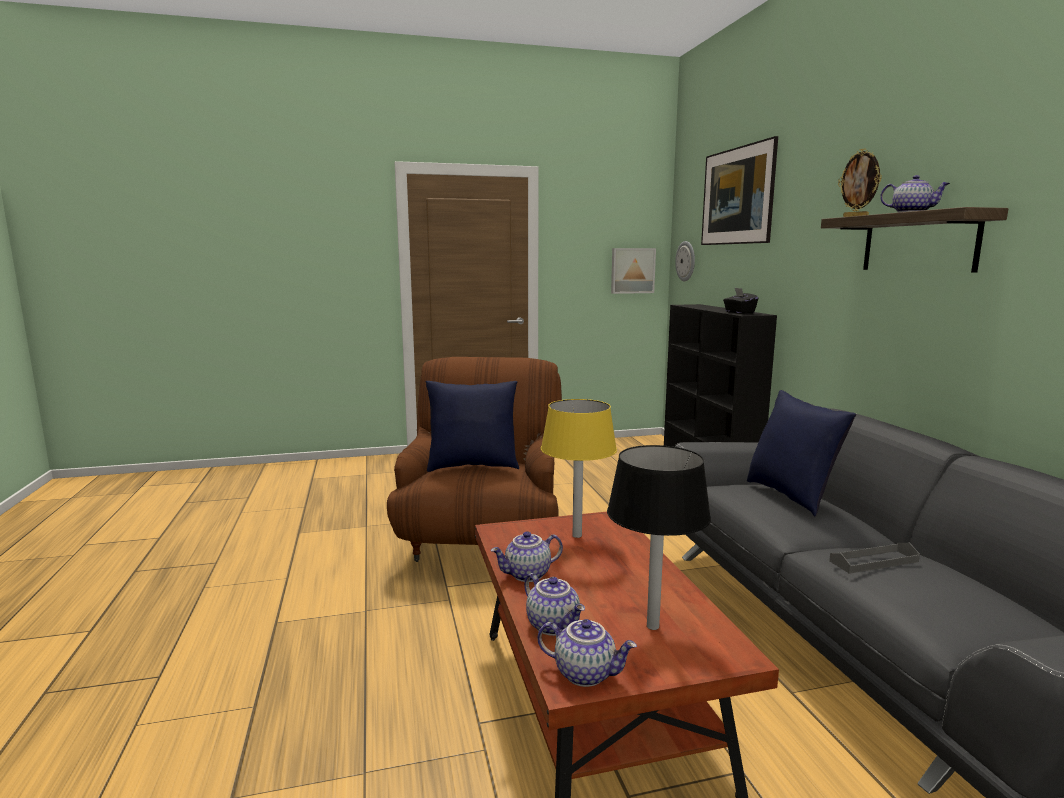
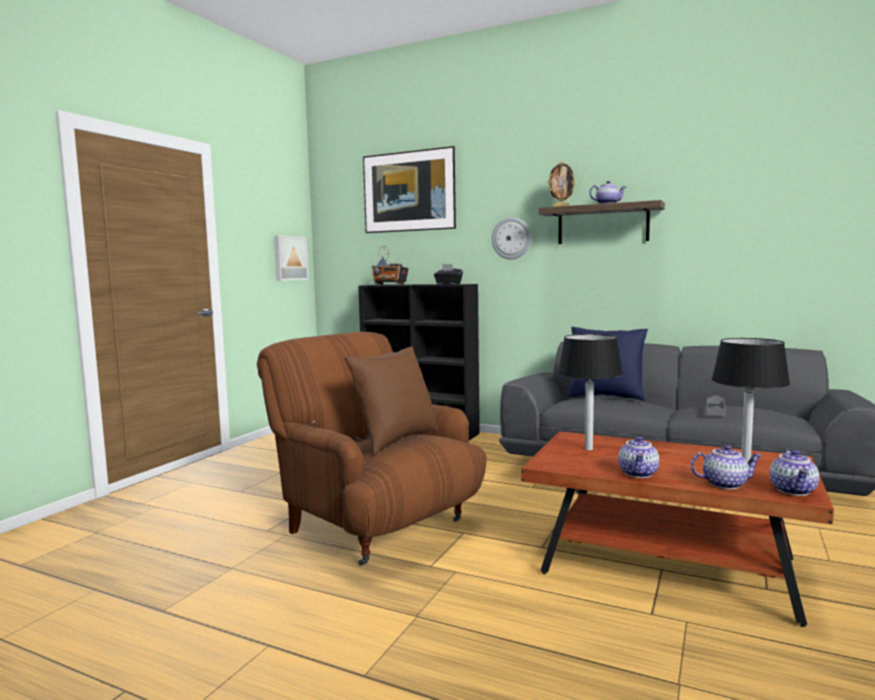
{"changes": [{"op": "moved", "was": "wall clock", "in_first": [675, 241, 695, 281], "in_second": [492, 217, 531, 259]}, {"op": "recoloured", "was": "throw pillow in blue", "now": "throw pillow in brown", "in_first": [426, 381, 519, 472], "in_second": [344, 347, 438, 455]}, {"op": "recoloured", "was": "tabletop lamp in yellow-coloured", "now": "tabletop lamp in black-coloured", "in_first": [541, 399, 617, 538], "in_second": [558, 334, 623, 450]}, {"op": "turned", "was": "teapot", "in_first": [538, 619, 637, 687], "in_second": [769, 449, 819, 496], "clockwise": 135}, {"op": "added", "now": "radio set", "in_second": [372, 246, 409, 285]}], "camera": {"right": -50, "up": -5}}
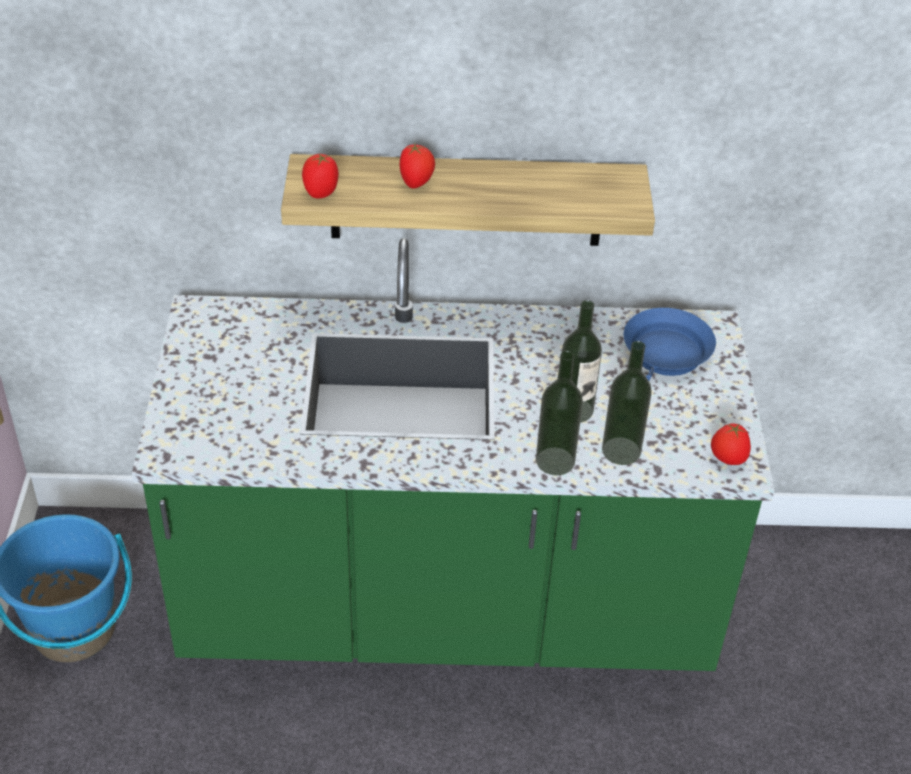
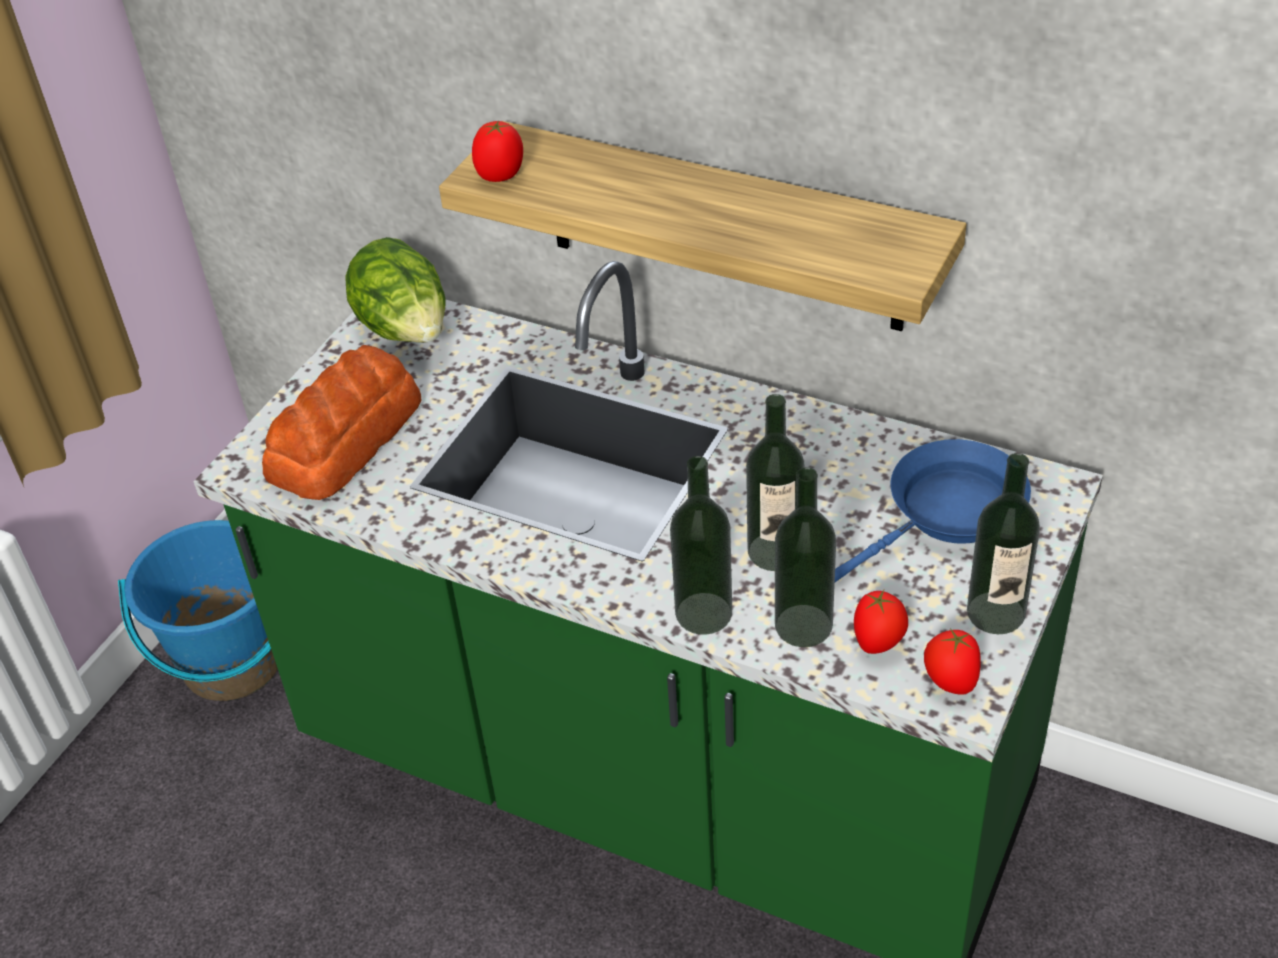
{"changes": [{"op": "moved", "was": "whole tomato", "in_first": [400, 144, 435, 188], "in_second": [854, 590, 908, 654]}, {"op": "added", "now": "head of lettuce", "in_second": [345, 237, 446, 343]}, {"op": "added", "now": "baked bread", "in_second": [262, 345, 422, 500]}, {"op": "added", "now": "beverage bottle", "in_second": [967, 453, 1040, 634]}], "camera": {"right": 30, "up": 0}}
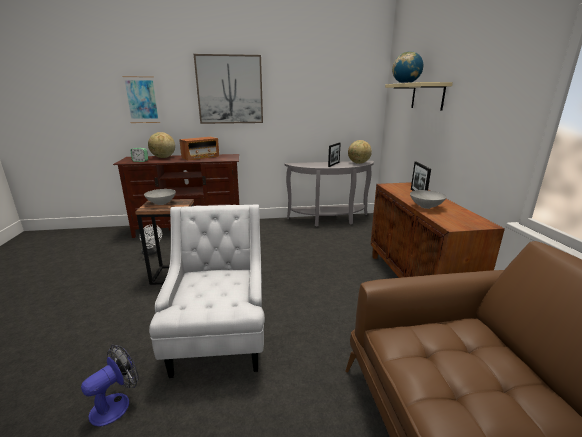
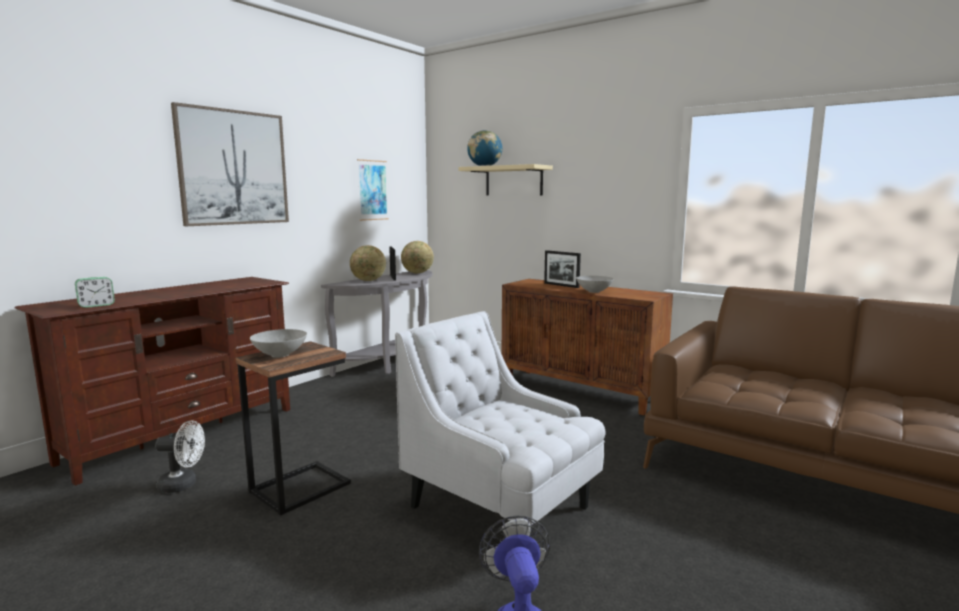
{"changes": [{"op": "moved", "was": "wall picture", "in_first": [123, 76, 160, 123], "in_second": [357, 159, 389, 221]}, {"op": "moved", "was": "world globe", "in_first": [148, 132, 175, 158], "in_second": [350, 245, 386, 281]}, {"op": "removed", "was": "radio set", "in_first": [179, 137, 219, 161]}], "camera": {"right": -45, "up": -10}}
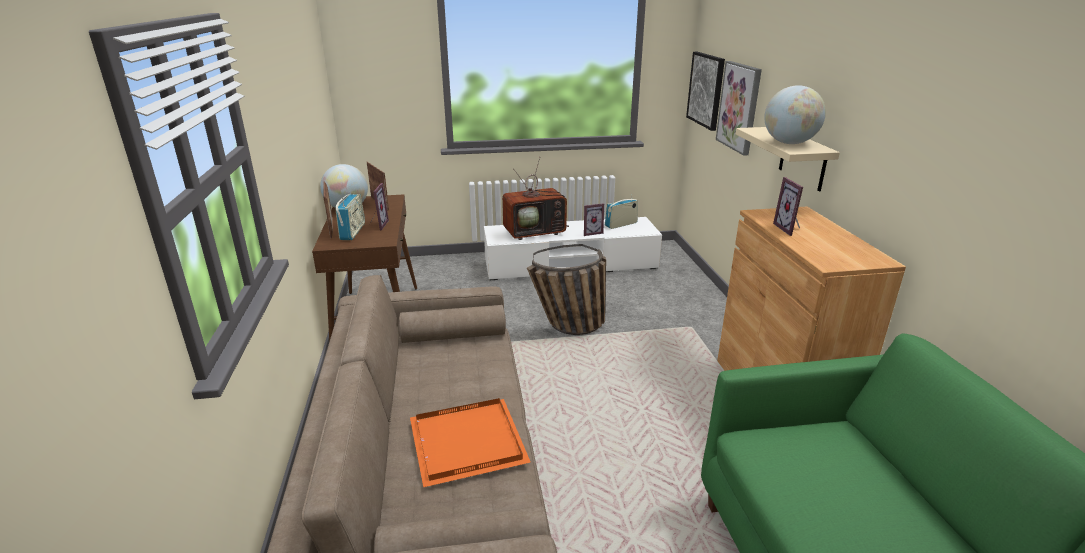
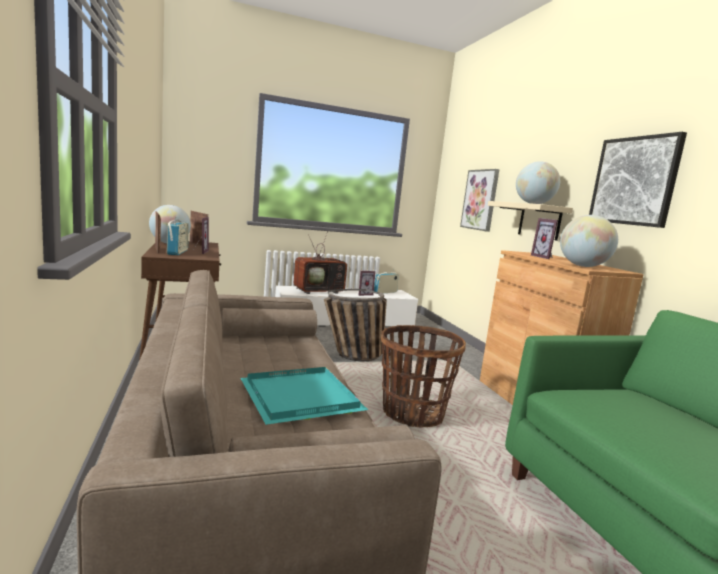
{"changes": [{"op": "moved", "was": "wall picture", "in_first": [686, 52, 725, 131], "in_second": [589, 132, 687, 228]}, {"op": "recoloured", "was": "carrying tray in orangey", "now": "carrying tray in turquoise", "in_first": [410, 398, 531, 487], "in_second": [240, 367, 368, 425]}, {"op": "added", "now": "world globe", "in_second": [560, 215, 618, 267]}, {"op": "added", "now": "storage basket", "in_second": [381, 325, 466, 428]}], "camera": {"right": -10, "up": -15}}
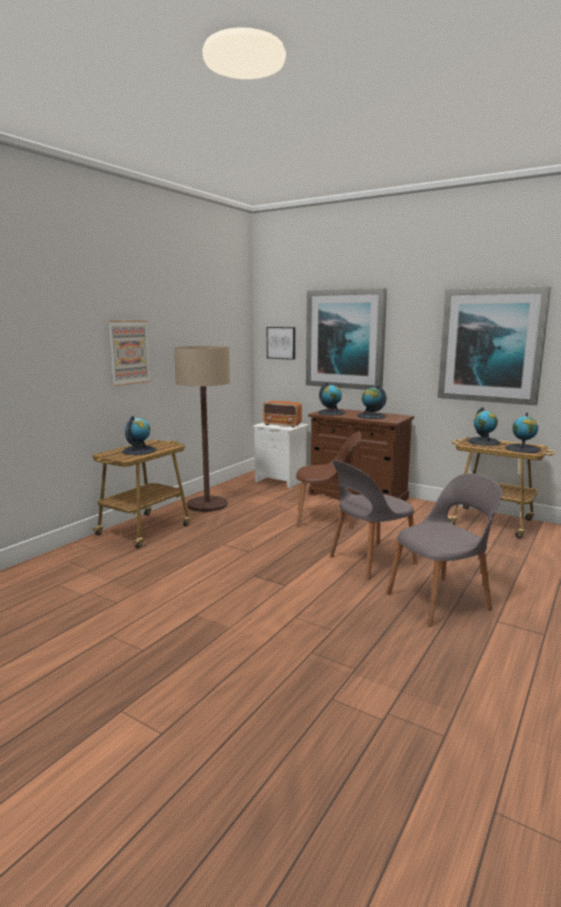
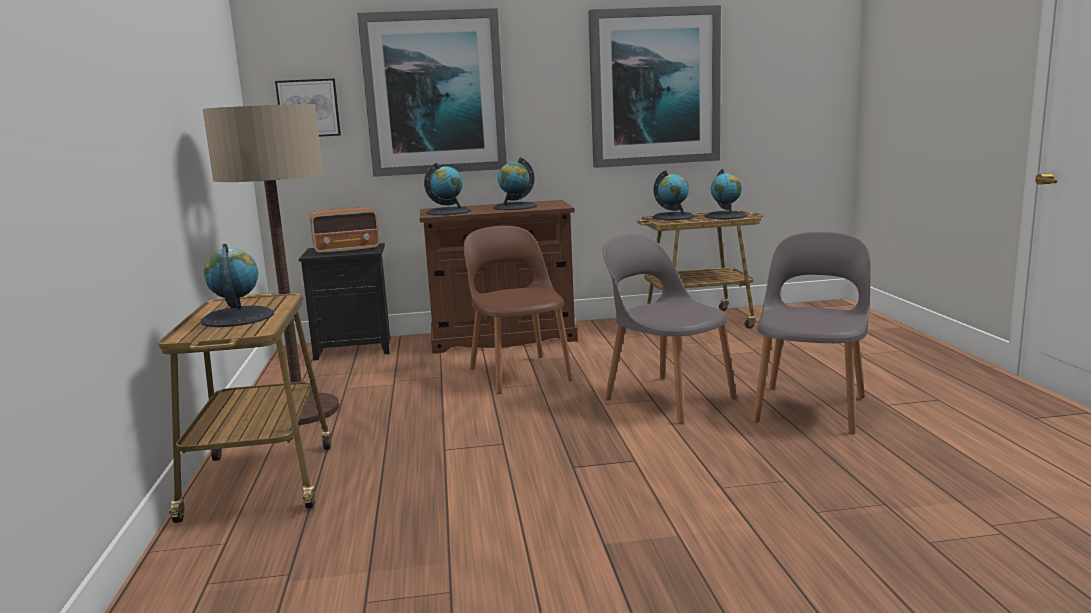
{"changes": [{"op": "removed", "was": "wall picture", "in_first": [108, 321, 151, 386]}, {"op": "recoloured", "was": "nightstand in white-coloured", "now": "nightstand in black-coloured", "in_first": [253, 423, 309, 488], "in_second": [299, 243, 390, 361]}, {"op": "turned", "was": "upright chair in brown", "in_first": [296, 432, 361, 529], "in_second": [464, 226, 574, 394], "clockwise": -75}, {"op": "turned", "was": "upright chair in gray", "in_first": [330, 461, 418, 580], "in_second": [602, 234, 737, 424], "clockwise": 120}], "camera": {"right": -40, "up": 0}}
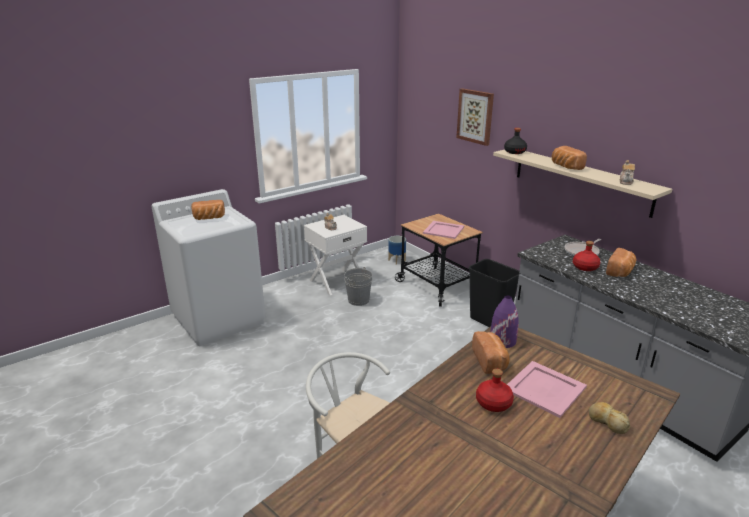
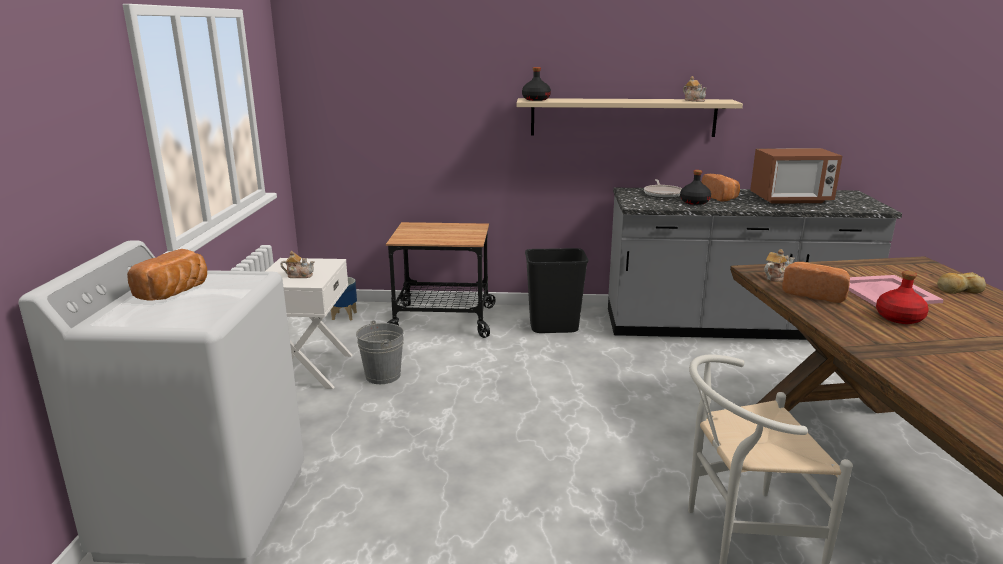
{"changes": [{"op": "removed", "was": "wall picture", "in_first": [456, 88, 494, 146]}, {"op": "removed", "was": "baked bread", "in_first": [552, 146, 587, 170]}, {"op": "removed", "was": "carrying tray in pinkish", "in_first": [423, 221, 464, 239]}, {"op": "recoloured", "was": "beverage bottle in red", "now": "beverage bottle in black-coloured", "in_first": [573, 241, 600, 271], "in_second": [680, 170, 711, 205]}, {"op": "replaced", "was": "decorative vase in purple", "now": "teapot", "in_first": [490, 296, 519, 348], "in_second": [764, 249, 795, 281]}, {"op": "added", "now": "kitchen microwave", "in_second": [750, 148, 842, 204]}], "camera": {"right": -50, "up": -5}}
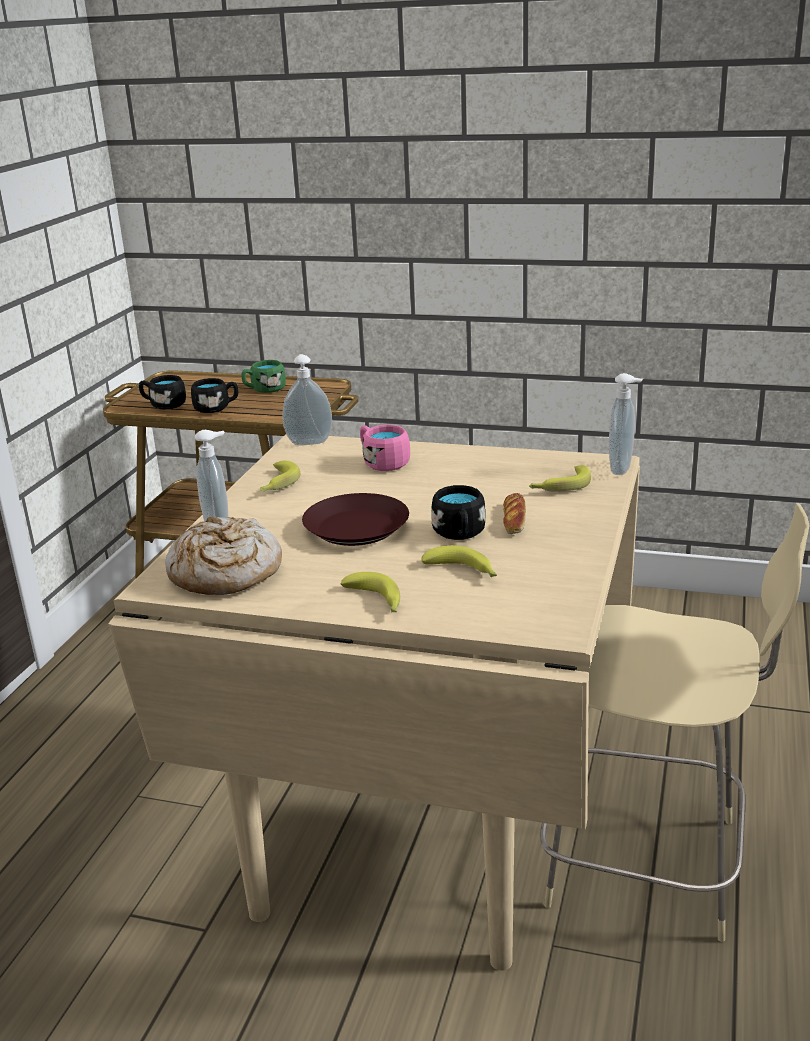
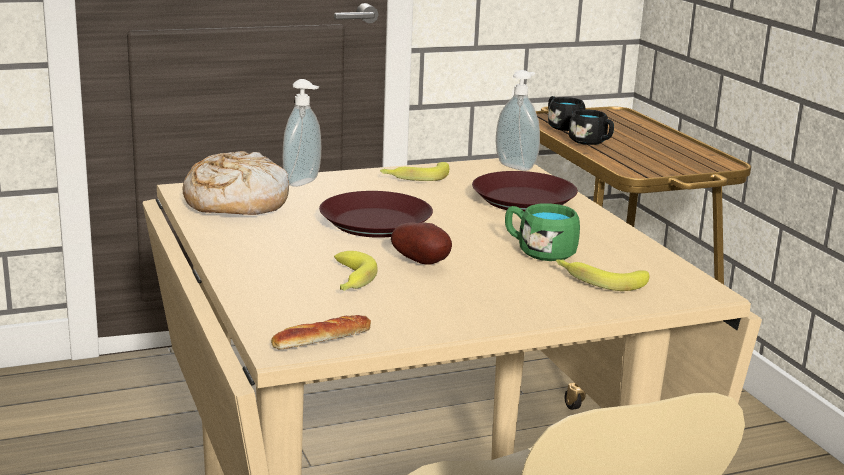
{"changes": [{"op": "moved", "was": "coffee mug in green", "in_first": [241, 360, 286, 393], "in_second": [505, 203, 580, 261]}, {"op": "removed", "was": "liquid soap bottle", "in_first": [609, 373, 643, 475]}, {"op": "replaced", "was": "coffee mug in pinkish", "now": "plate in brown", "in_first": [360, 425, 410, 471], "in_second": [472, 171, 578, 211]}, {"op": "replaced", "was": "coffee mug in black-coloured", "now": "whole potato", "in_first": [431, 485, 486, 540], "in_second": [391, 222, 452, 265]}, {"op": "moved", "was": "baked bread", "in_first": [503, 493, 526, 534], "in_second": [271, 315, 371, 349]}, {"op": "removed", "was": "whole banana", "in_first": [340, 572, 400, 613]}], "camera": {"right": 50, "up": -5}}
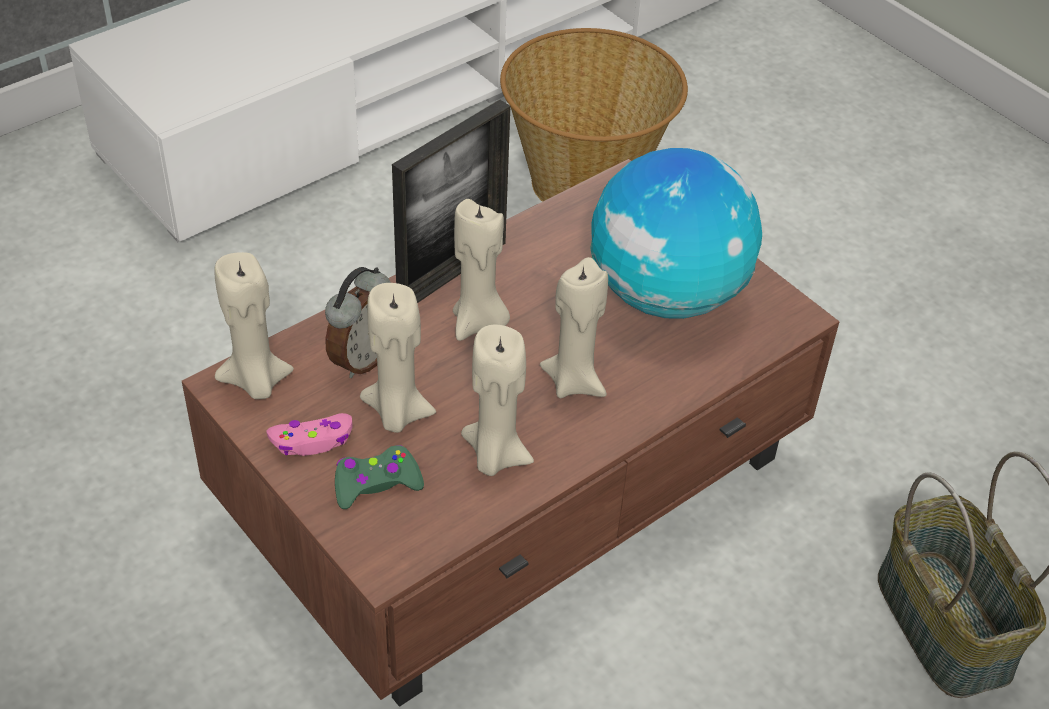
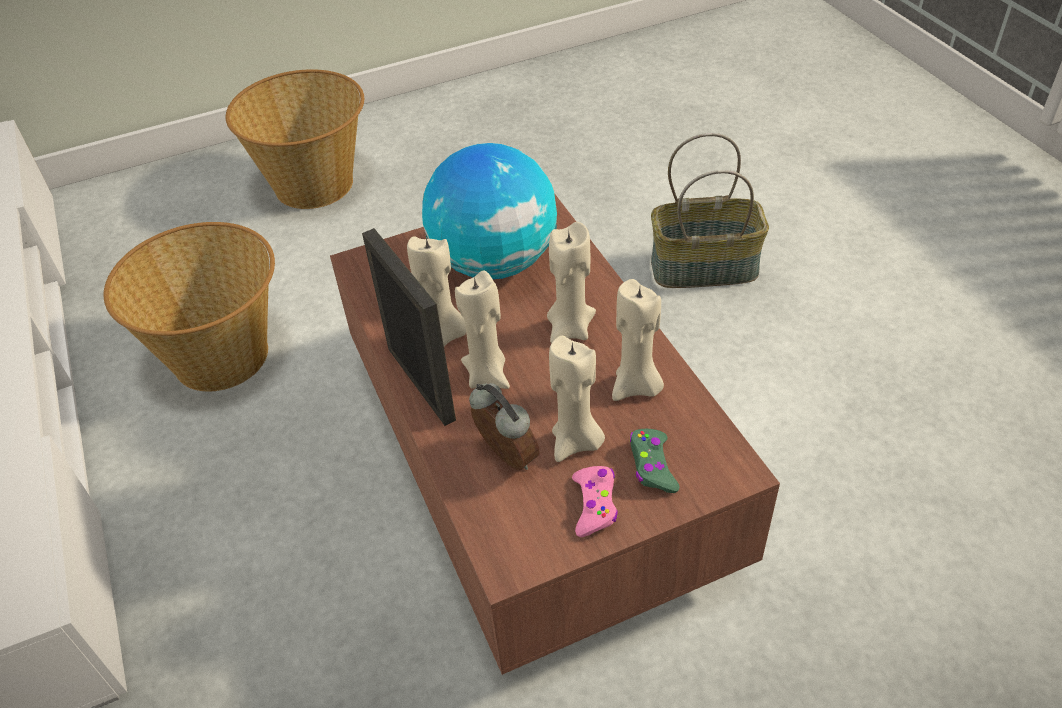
{"changes": [{"op": "moved", "was": "wax candle in sand-coloured", "in_first": [214, 252, 294, 399], "in_second": [407, 236, 466, 346]}, {"op": "added", "now": "storage basket", "in_second": [226, 69, 364, 209]}], "camera": {"right": -70, "up": 0}}
